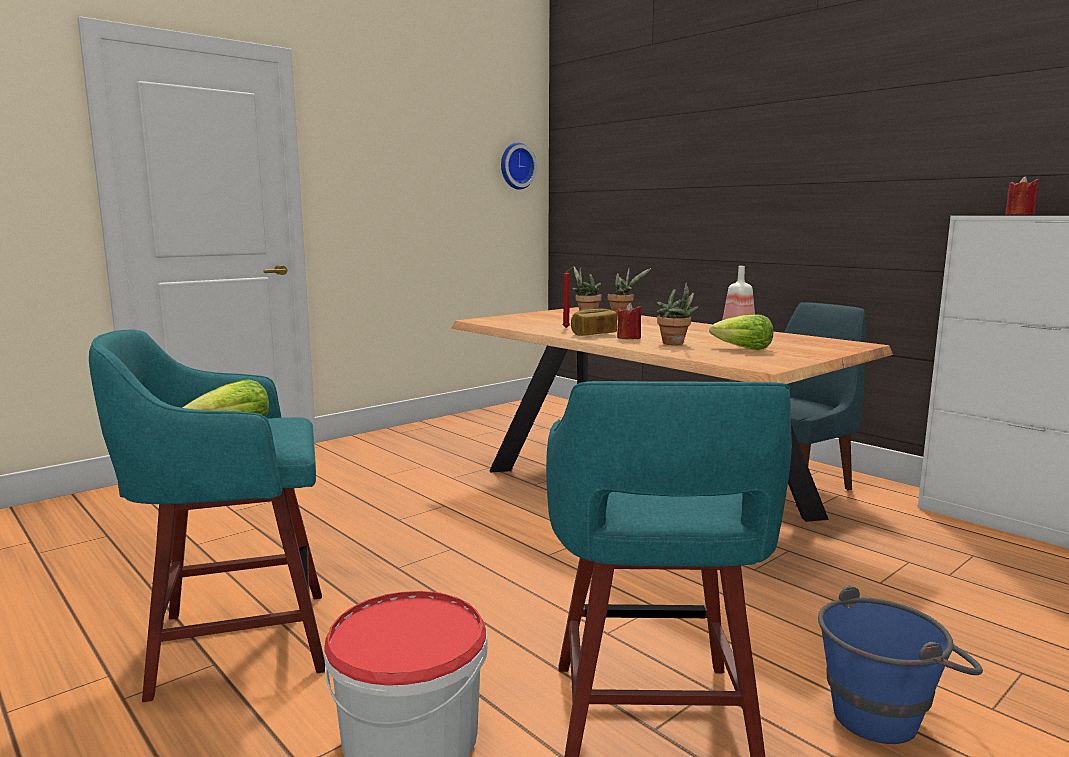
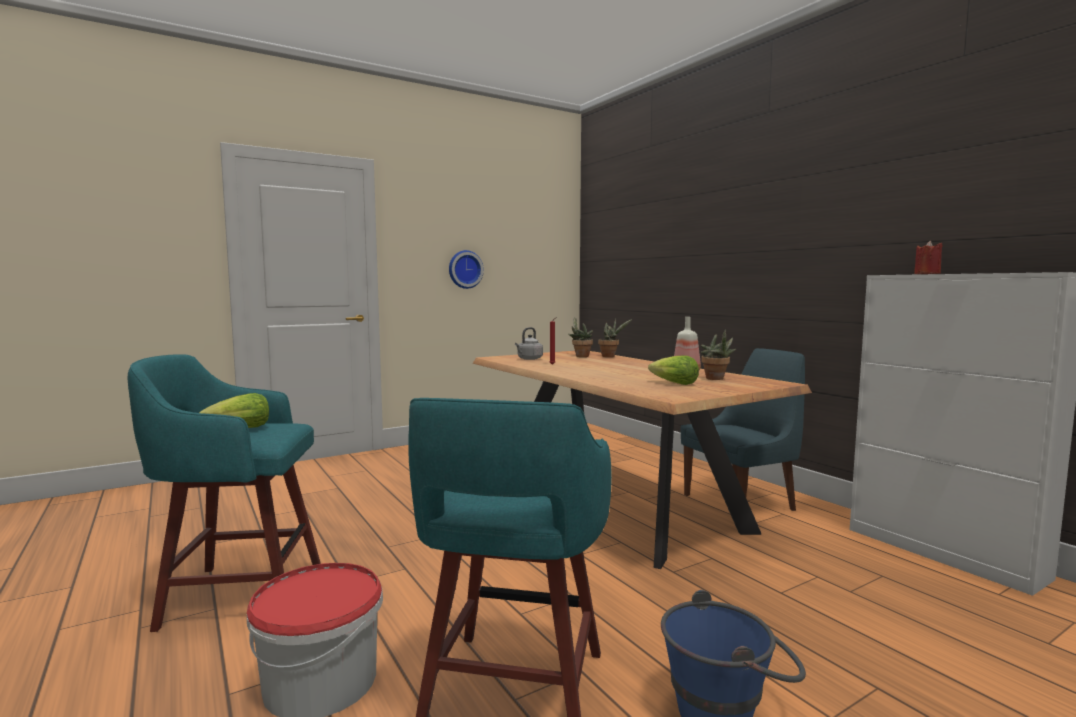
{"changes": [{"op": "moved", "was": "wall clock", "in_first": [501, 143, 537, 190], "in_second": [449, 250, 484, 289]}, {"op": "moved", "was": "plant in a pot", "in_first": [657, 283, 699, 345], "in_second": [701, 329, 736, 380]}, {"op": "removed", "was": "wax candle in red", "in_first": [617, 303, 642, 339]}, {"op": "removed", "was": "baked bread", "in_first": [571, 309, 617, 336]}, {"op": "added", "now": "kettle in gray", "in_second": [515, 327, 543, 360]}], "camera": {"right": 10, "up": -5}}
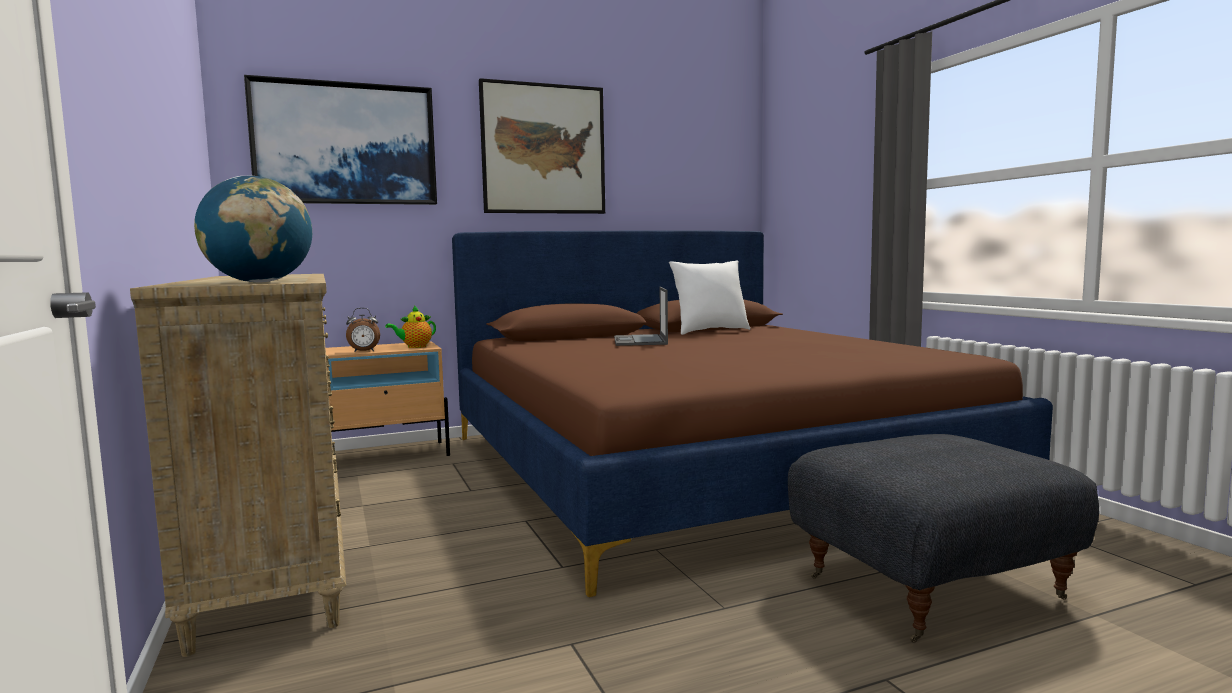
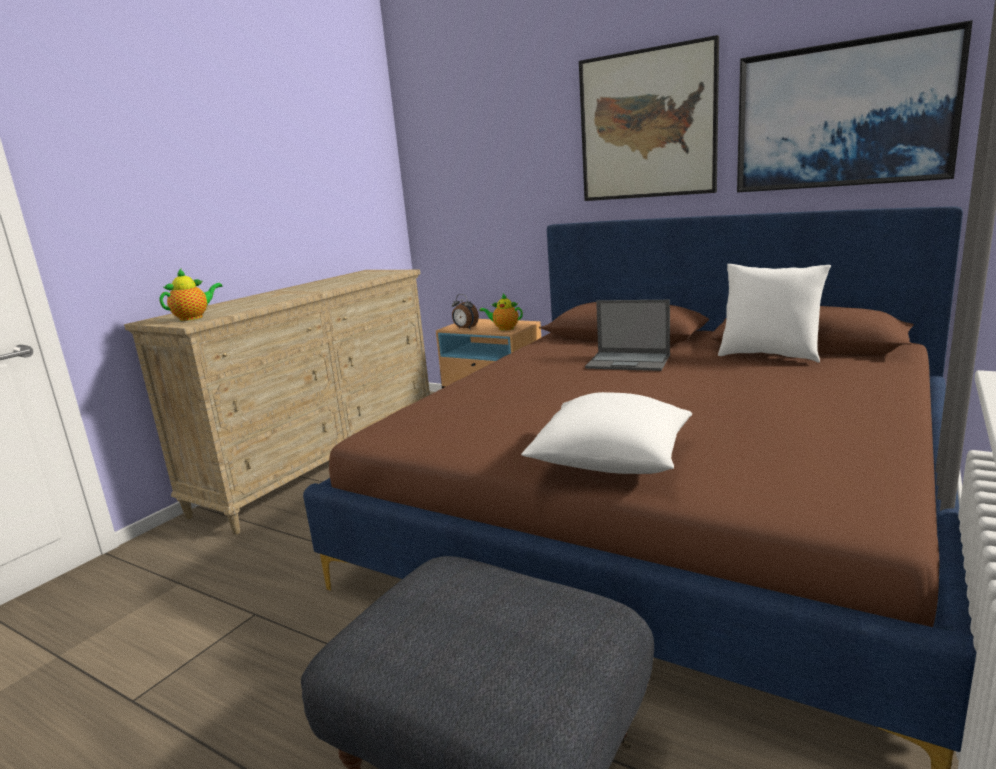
{"changes": [{"op": "moved", "was": "wall picture", "in_first": [244, 75, 437, 205], "in_second": [737, 20, 973, 192]}, {"op": "replaced", "was": "world globe", "now": "teapot", "in_first": [194, 176, 312, 283], "in_second": [159, 269, 223, 321]}, {"op": "turned", "was": "notebook computer", "in_first": [614, 287, 668, 346], "in_second": [585, 300, 670, 371], "clockwise": -120}, {"op": "added", "now": "throw pillow in white-coloured", "in_second": [521, 392, 692, 474]}], "camera": {"right": 55, "up": 10}}
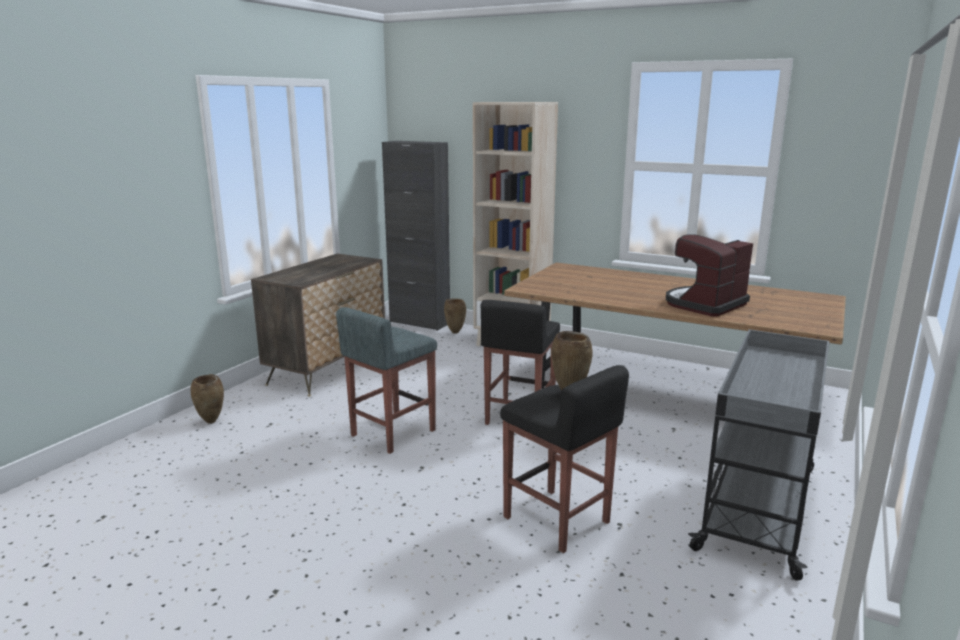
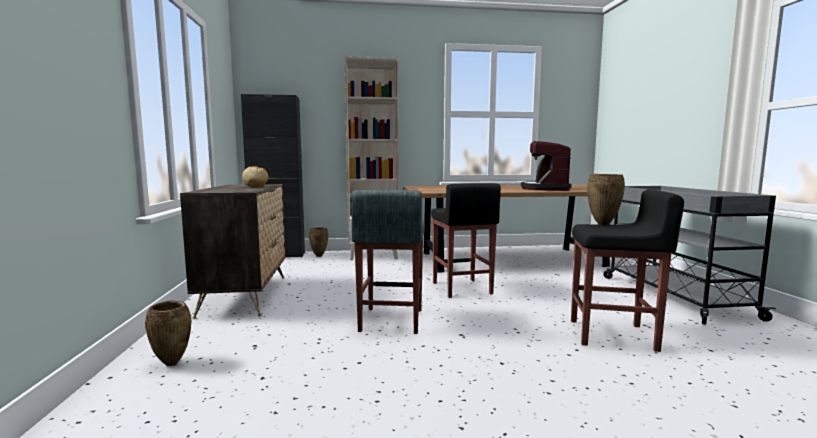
{"changes": [{"op": "added", "now": "baked bread", "in_second": [242, 167, 269, 188]}], "camera": {"right": -35, "up": -10}}
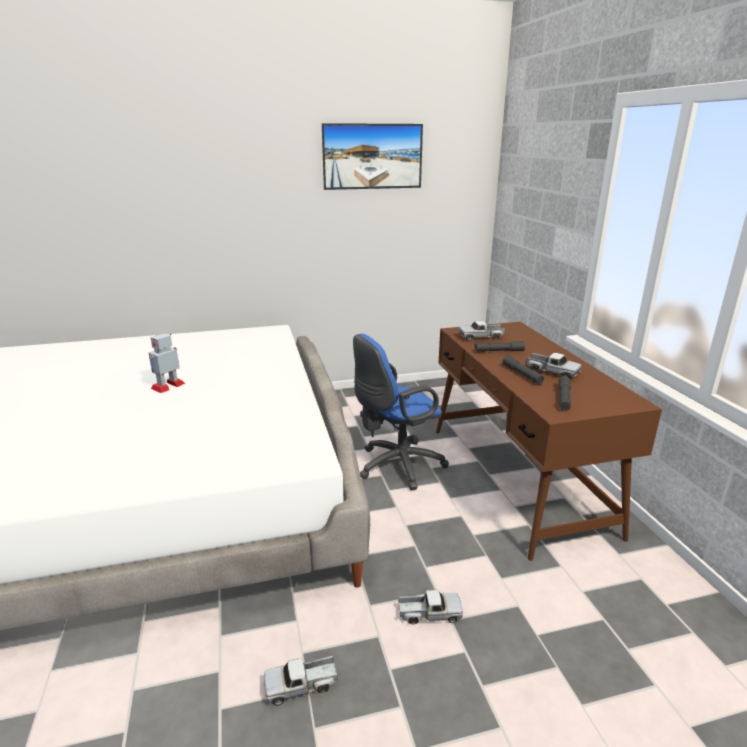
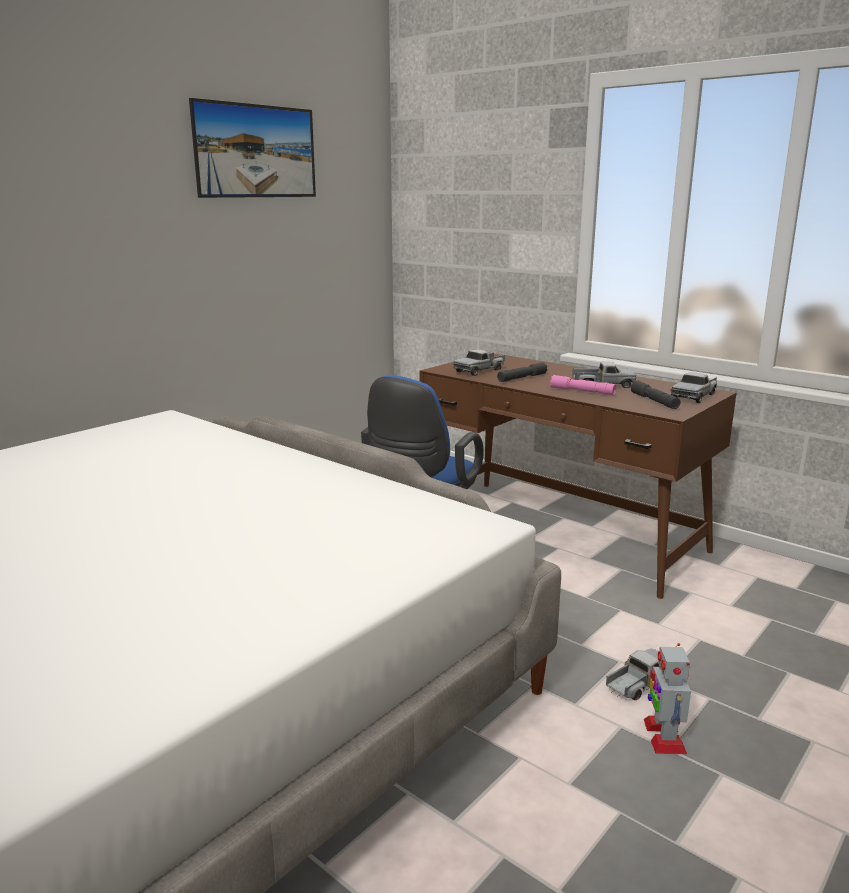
{"changes": [{"op": "moved", "was": "model robot", "in_first": [149, 333, 185, 393], "in_second": [644, 643, 691, 754]}, {"op": "recoloured", "was": "flashlight in gray", "now": "flashlight in pinkish", "in_first": [503, 355, 544, 384], "in_second": [550, 375, 616, 395]}, {"op": "moved", "was": "toy truck", "in_first": [264, 656, 338, 706], "in_second": [671, 372, 717, 403]}], "camera": {"right": -35, "up": -5}}
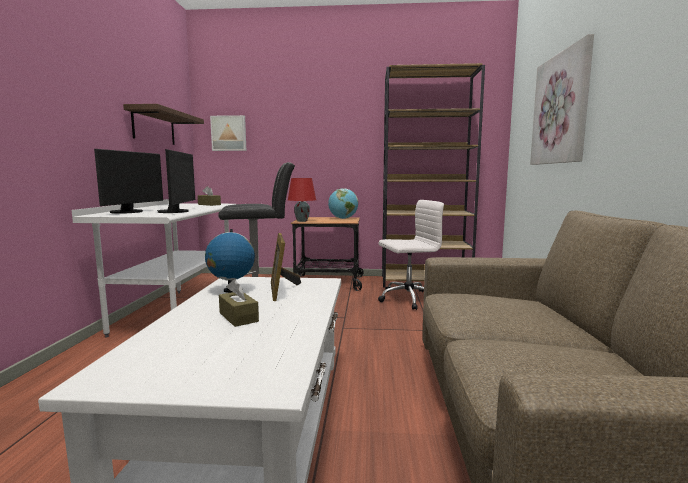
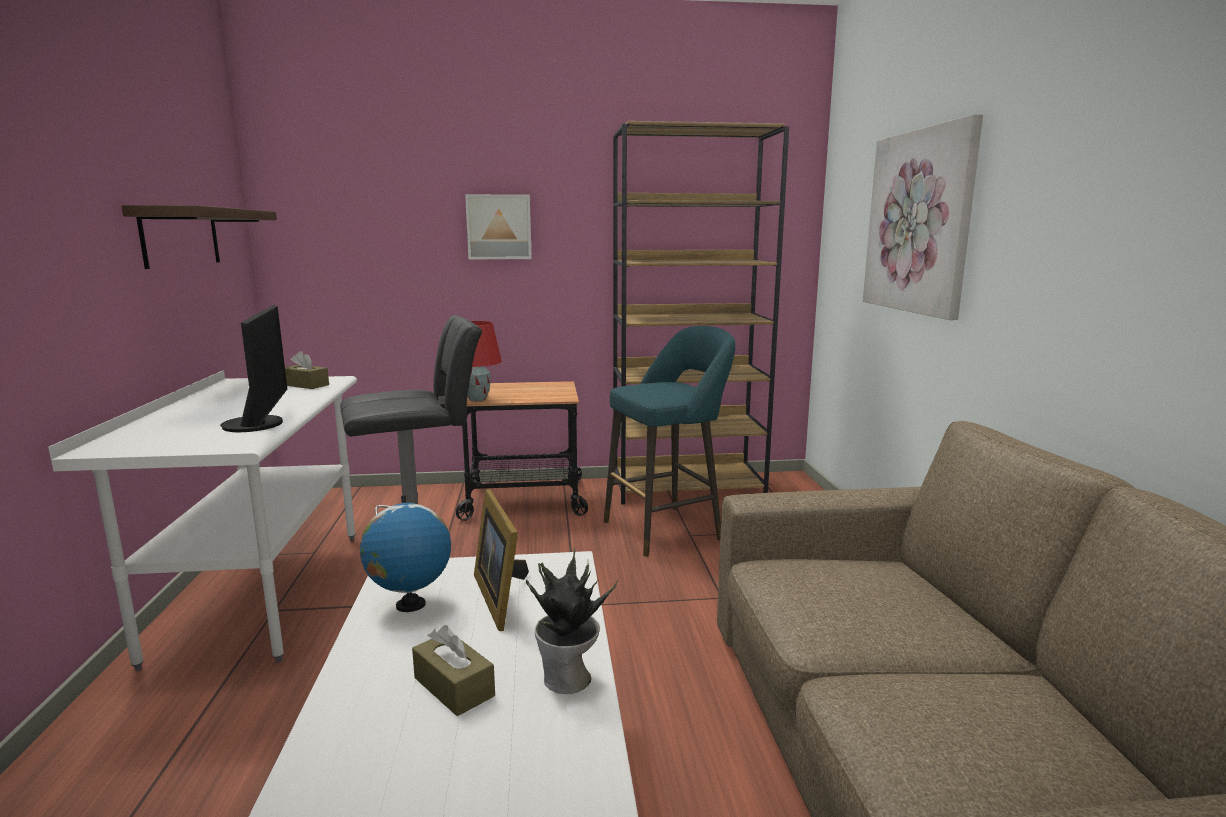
{"changes": [{"op": "moved", "was": "wall picture", "in_first": [210, 115, 246, 151], "in_second": [465, 194, 532, 259]}, {"op": "removed", "was": "computer screen", "in_first": [94, 149, 163, 214]}, {"op": "removed", "was": "world globe", "in_first": [328, 188, 358, 219]}, {"op": "replaced", "was": "desk chair in white-coloured", "now": "stool seat in turquoise", "in_first": [378, 200, 444, 310], "in_second": [604, 326, 736, 557]}, {"op": "added", "now": "plant in a pot", "in_second": [526, 547, 618, 694]}], "camera": {"right": -10, "up": 5}}
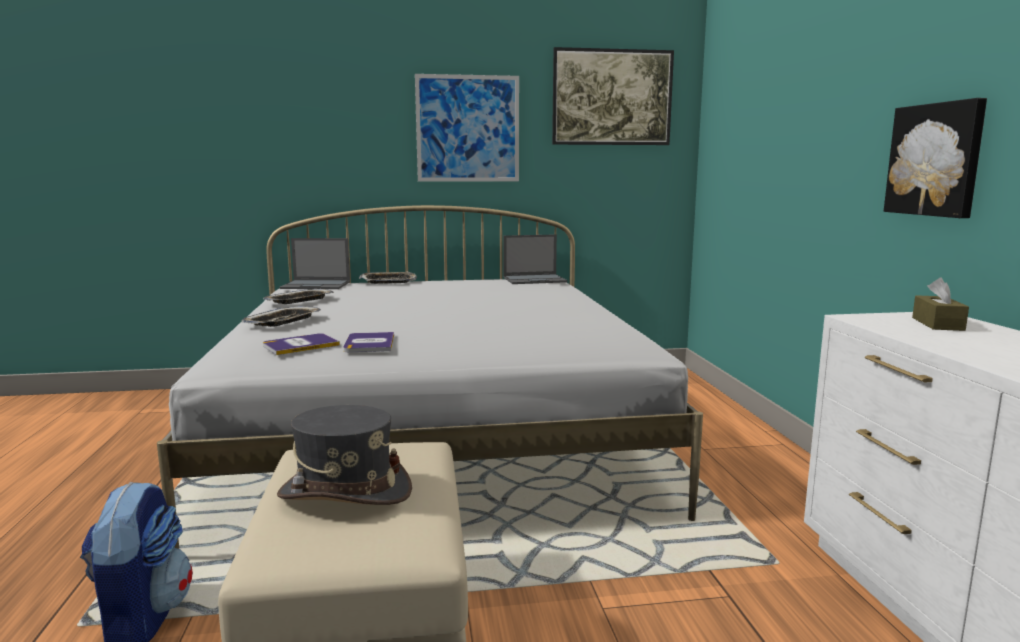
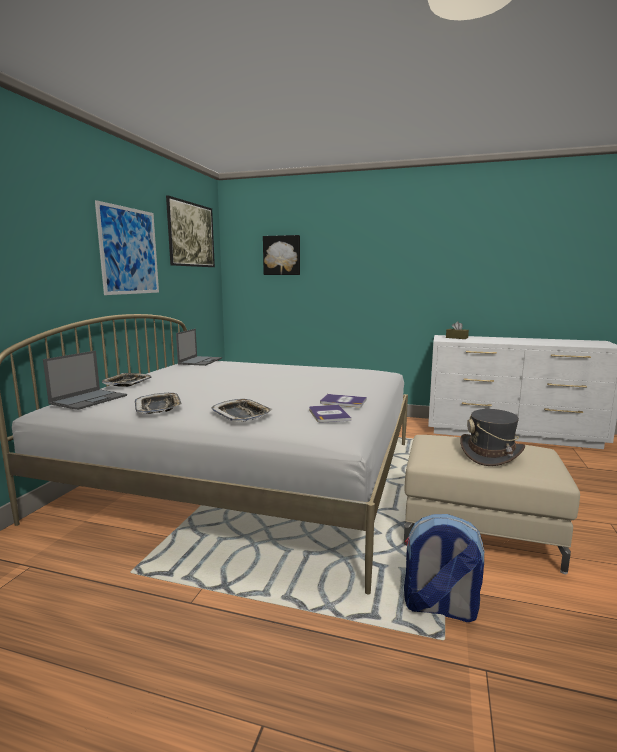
{"changes": [{"op": "moved", "was": "wall picture", "in_first": [884, 98, 987, 218], "in_second": [263, 235, 300, 275]}], "camera": {"right": -65, "up": 0}}
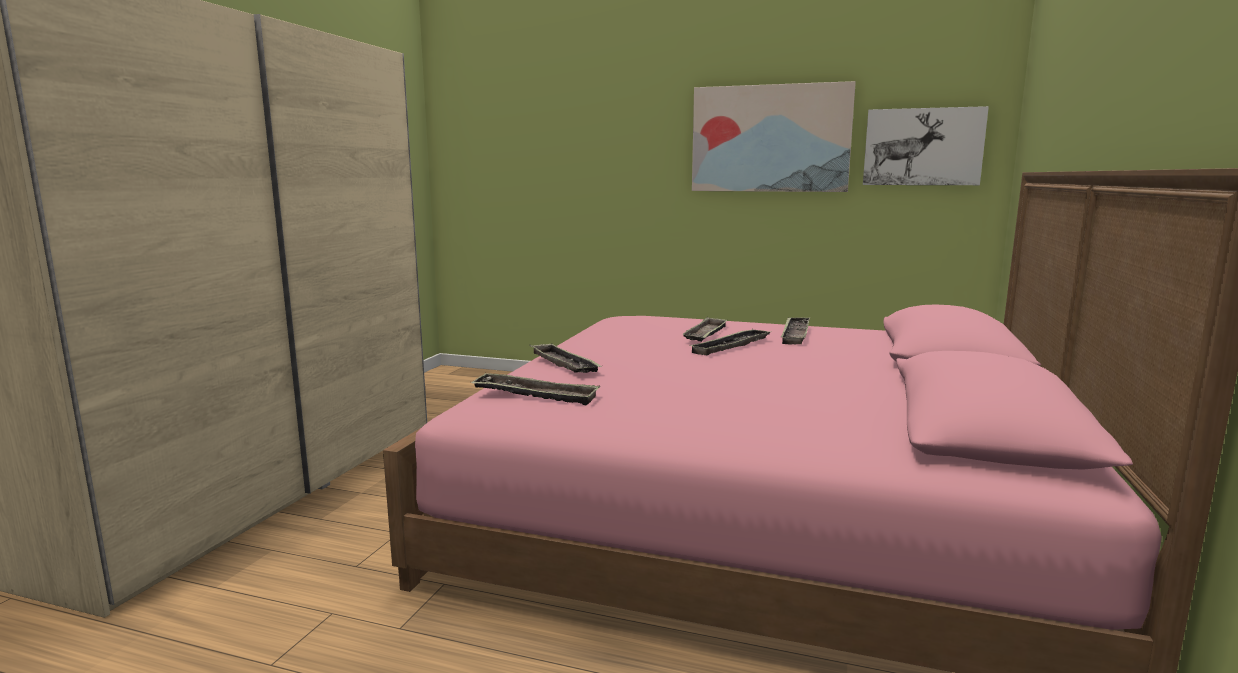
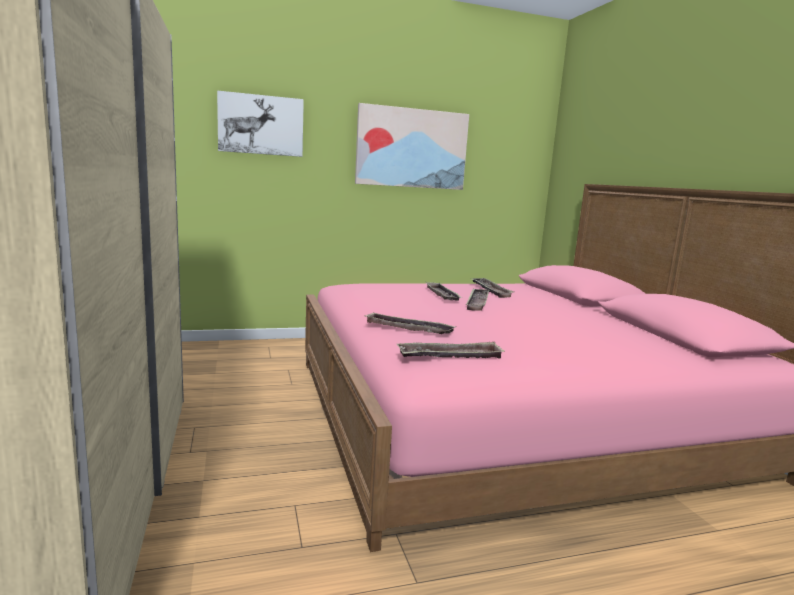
{"changes": [{"op": "moved", "was": "wall picture", "in_first": [863, 106, 989, 185], "in_second": [217, 90, 304, 157]}], "camera": {"right": -35, "up": 0}}
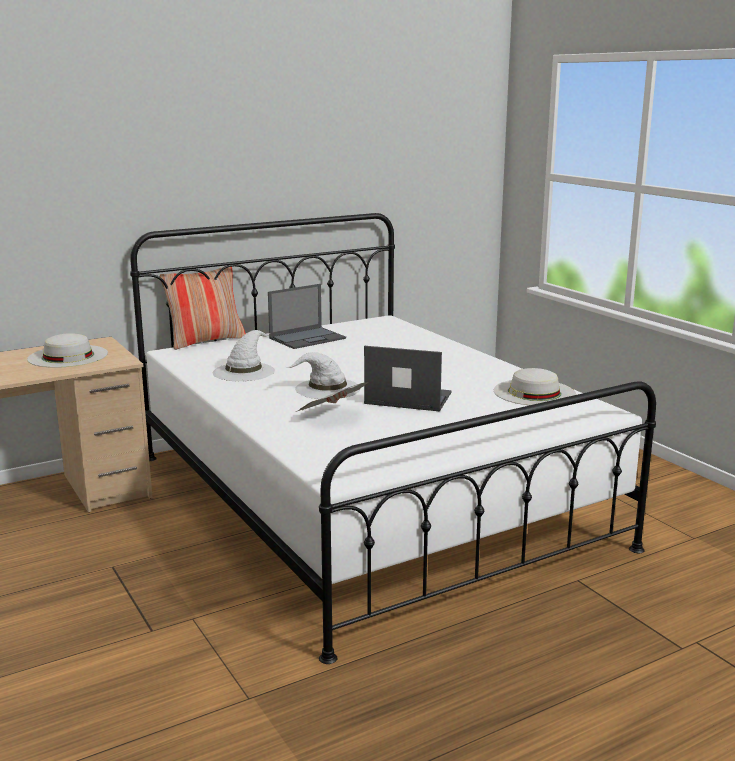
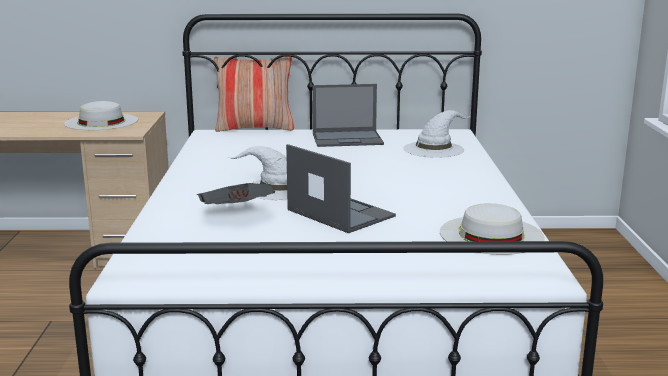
{"changes": [{"op": "moved", "was": "clothing hat in white-coloured", "in_first": [213, 330, 275, 381], "in_second": [403, 110, 470, 158]}], "camera": {"right": 30, "up": 0}}
